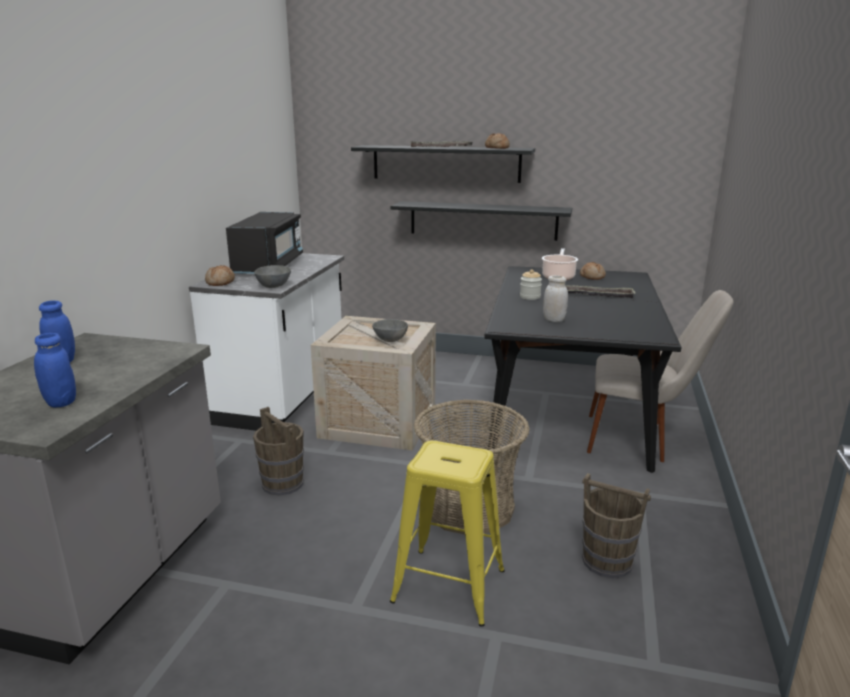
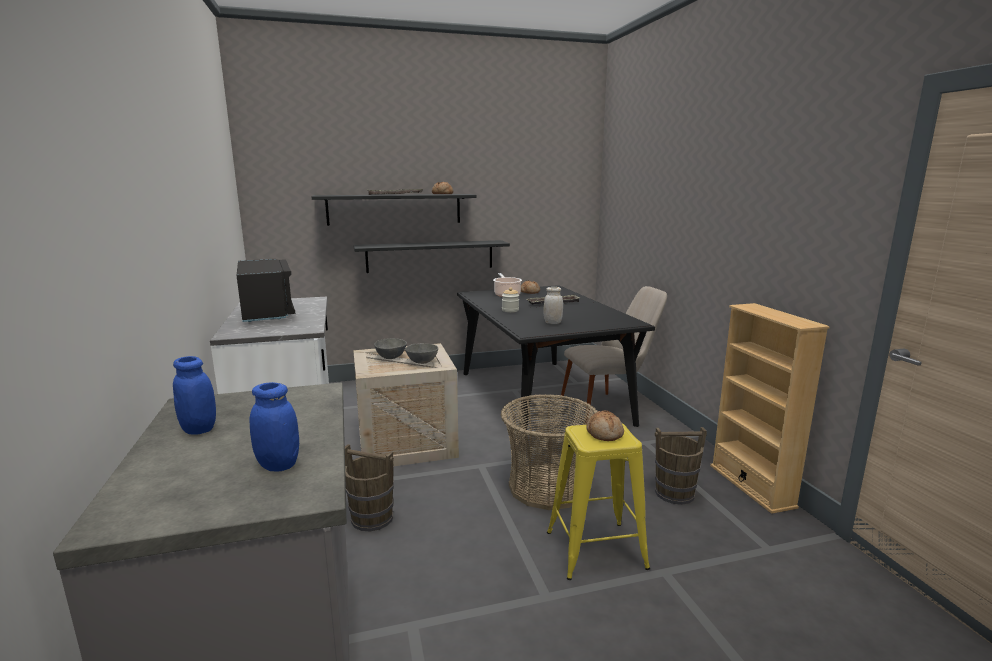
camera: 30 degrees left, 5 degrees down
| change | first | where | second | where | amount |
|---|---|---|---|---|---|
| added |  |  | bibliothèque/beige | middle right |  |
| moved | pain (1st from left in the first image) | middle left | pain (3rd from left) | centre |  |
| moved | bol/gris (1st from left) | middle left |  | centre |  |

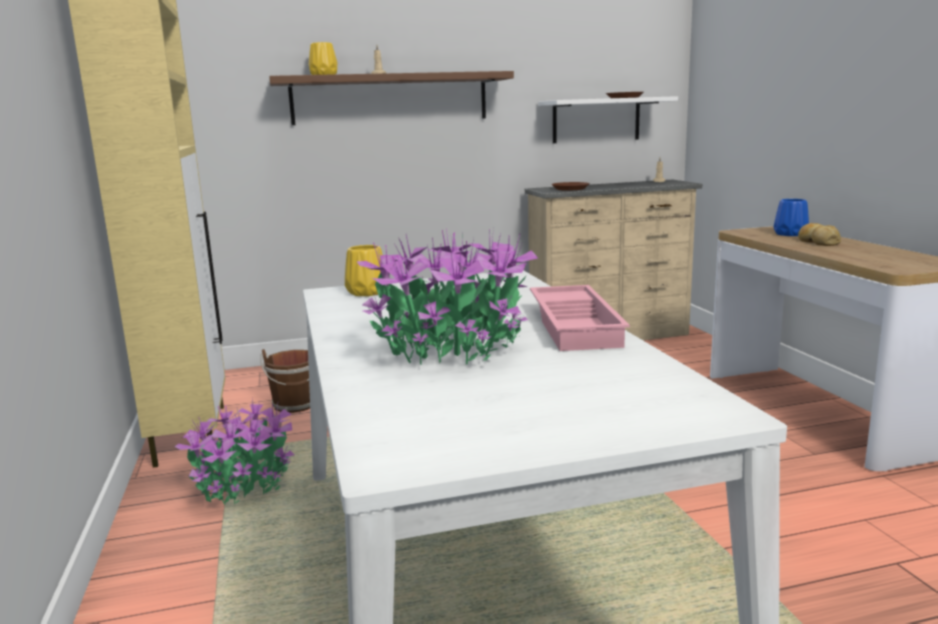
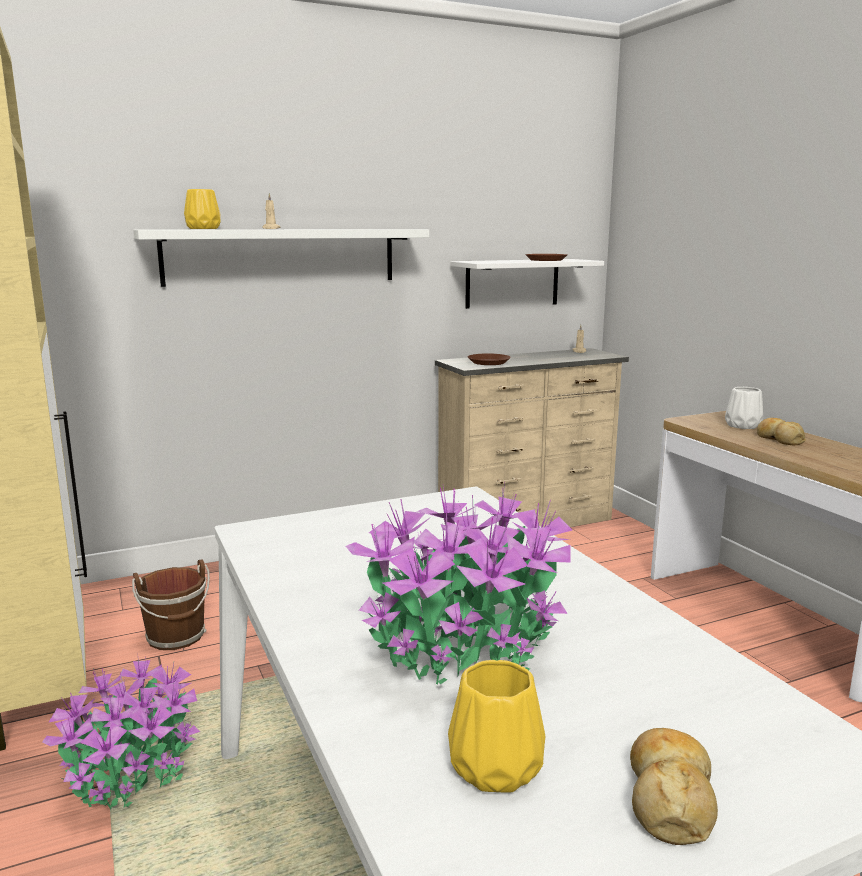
camera: 10 degrees left, 0 degrees up
| change | first | where | second | where | amount |
|---|---|---|---|---|---|
| removed | plateau/rose | centre |  |  |  |
| added |  |  | pain (1st from left) | bottom right |  |
| moved | vase/jaune (2nd from left) | centre |  | bottom centre |  |
| recoloured | étagère/marron | top centre | étagère/blanc (1st from left) | top left |  |
| recoloured | vase/bleu | middle right | vase/blanc | middle right |  |

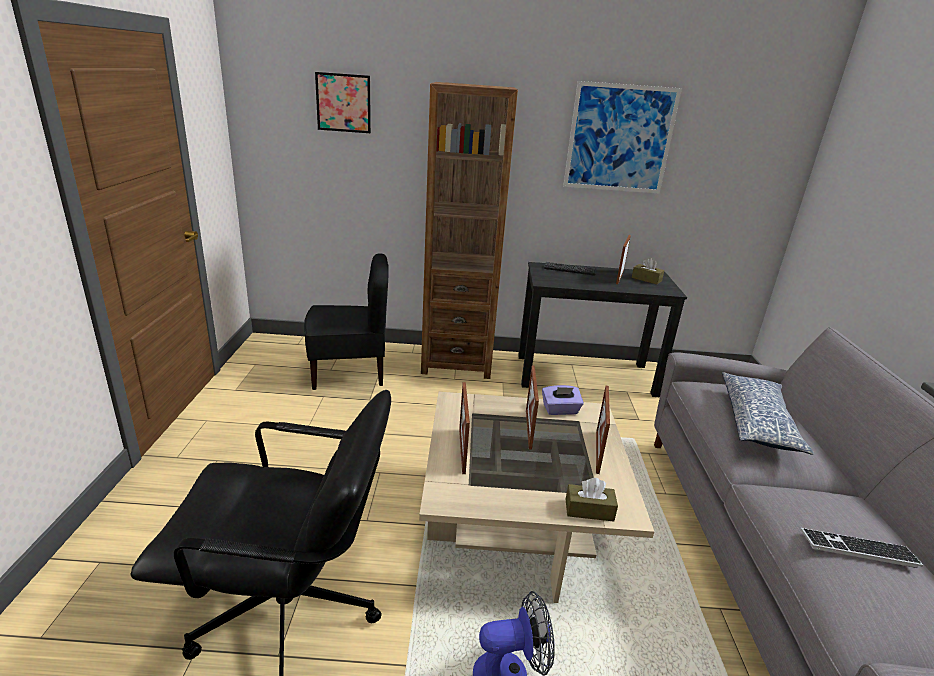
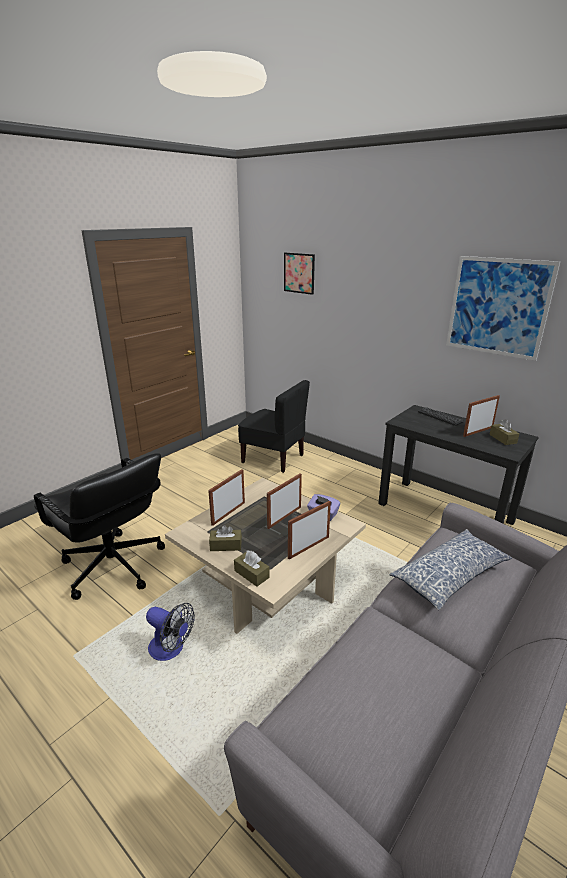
camera: 40 degrees right, 0 degrees up
| change | first | where | second | where | amount |
|---|---|---|---|---|---|
| removed | bibliothèque/marron | centre |  |  |  |
| removed | clavier (2nd from left) | bottom right |  |  |  |
| added |  |  | boîte à mouchoirs/marron (1st from left) | centre |  |

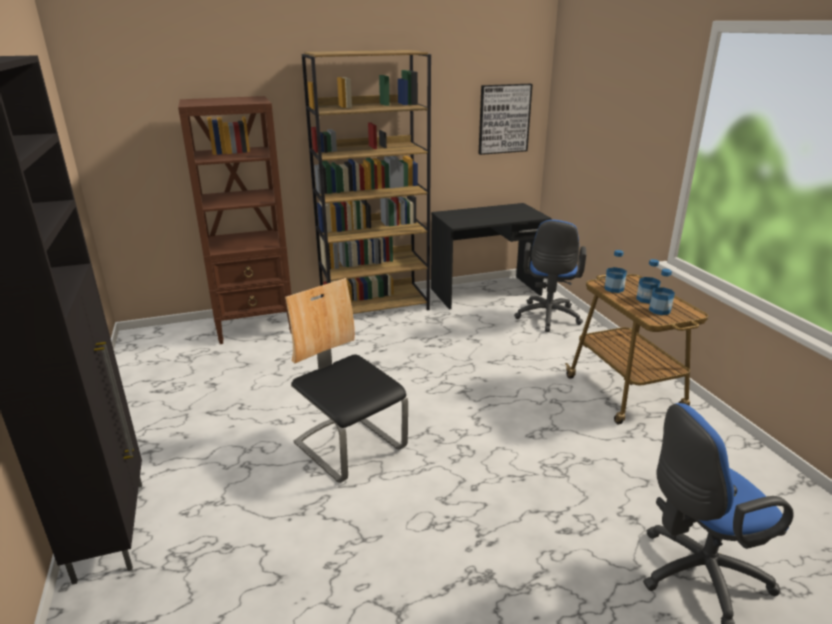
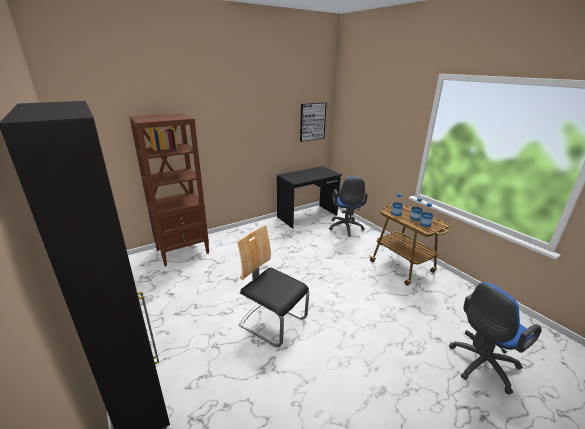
camera: 15 degrees left, 0 degrees up
| change | first | where | second | where | amount |
|---|---|---|---|---|---|
| removed | bibliothèque/marron (2nd from left) | top centre |  |  |  |

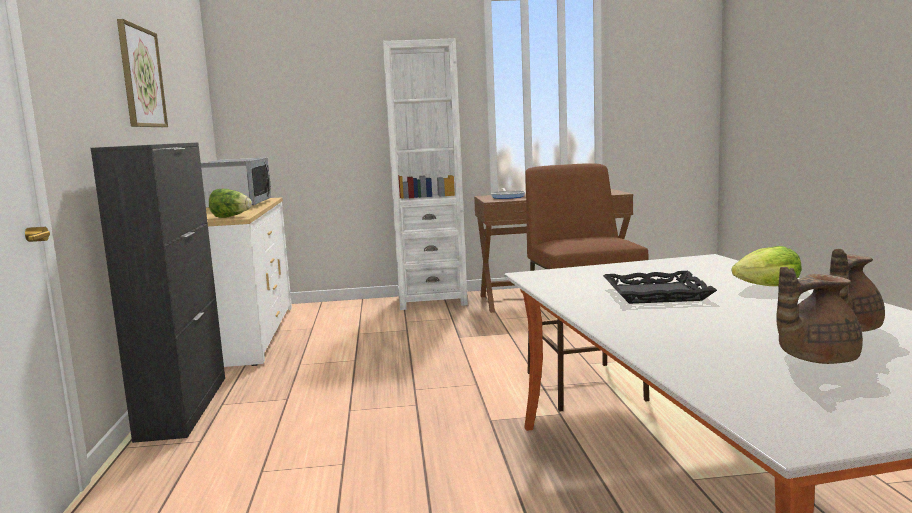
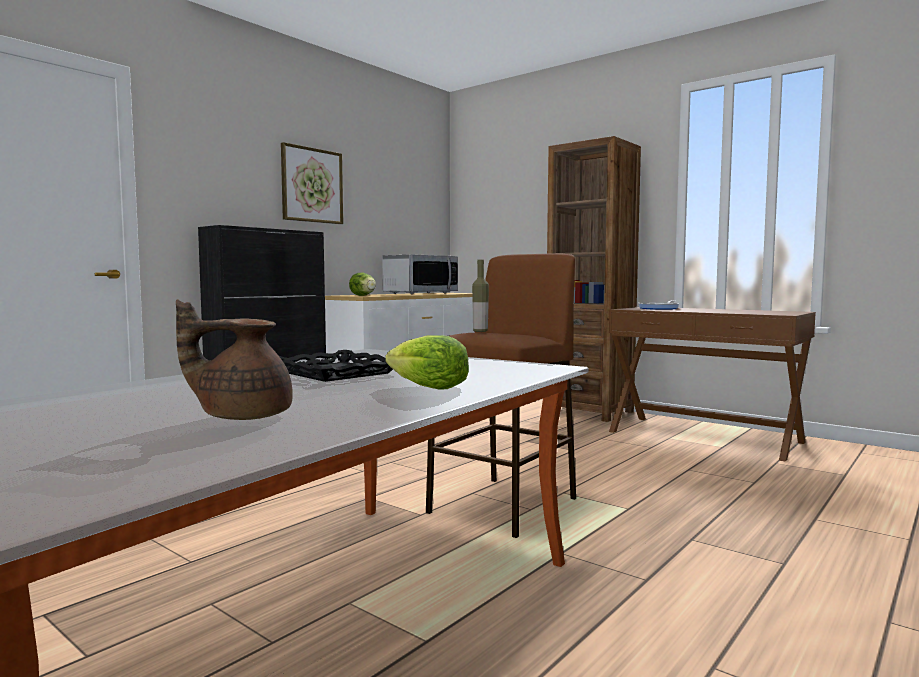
camera: 45 degrees right, 5 degrees down
| change | first | where | second | where | amount |
|---|---|---|---|---|---|
| removed | théière/marron (1st from left) | middle right |  |  |  |
| added |  |  | bouteille | centre |  |
| recoloured | bibliothèque/blanc | centre | bibliothèque/marron | centre |  |

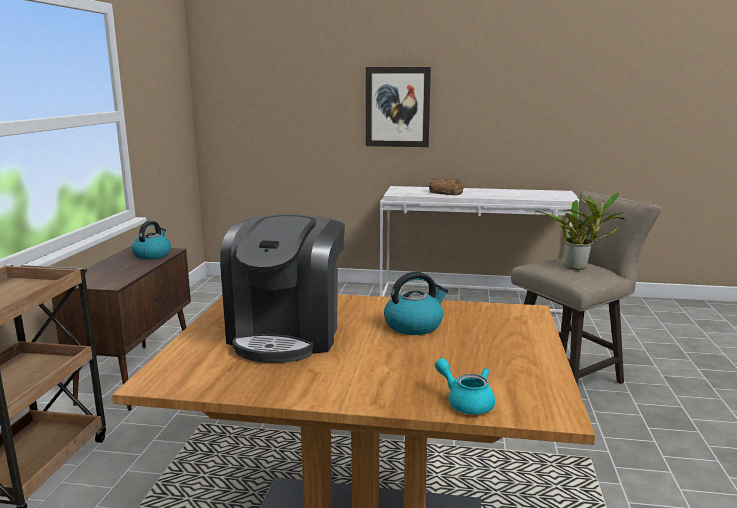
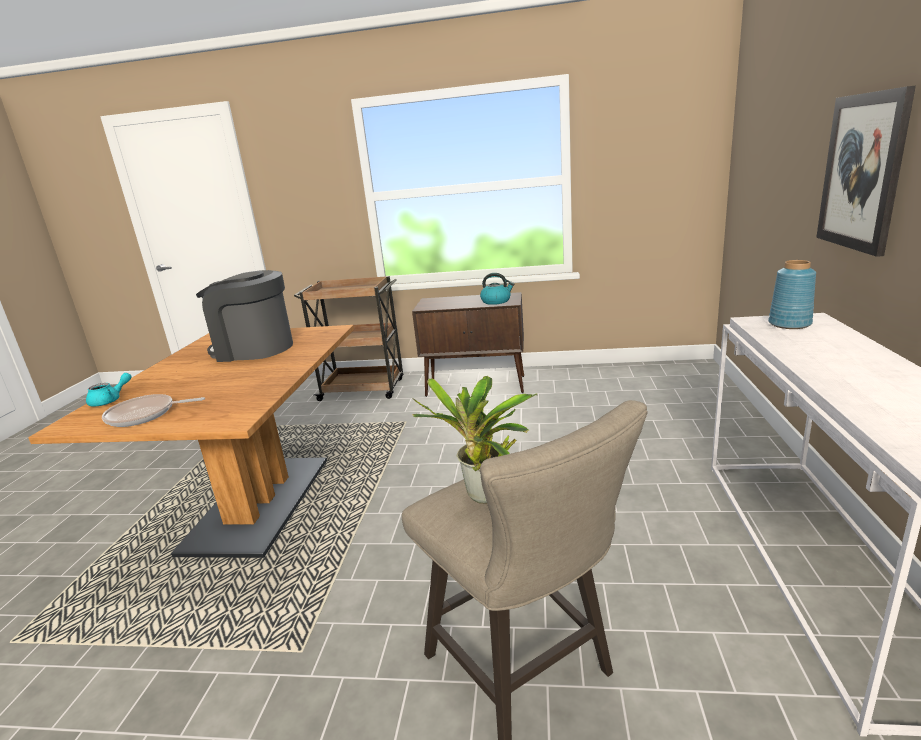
camera: 90 degrees right, 5 degrees up
| change | first | where | second | where | amount |
|---|---|---|---|---|---|
| removed | bouilloire (2nd from left) | centre |  |  |  |
| removed | pain | centre |  |  |  |
| added |  |  | poêle | middle left |  |
| added |  |  | vase/bleu | middle right |  |

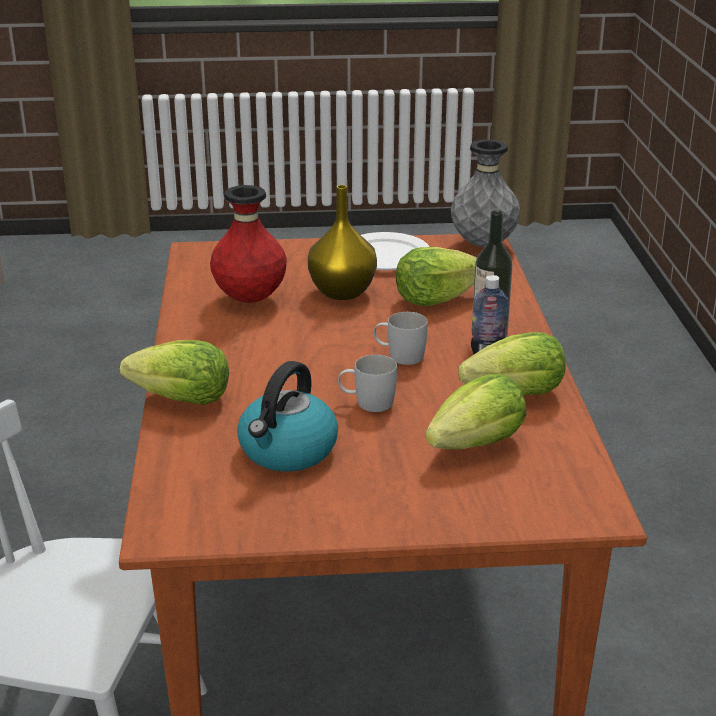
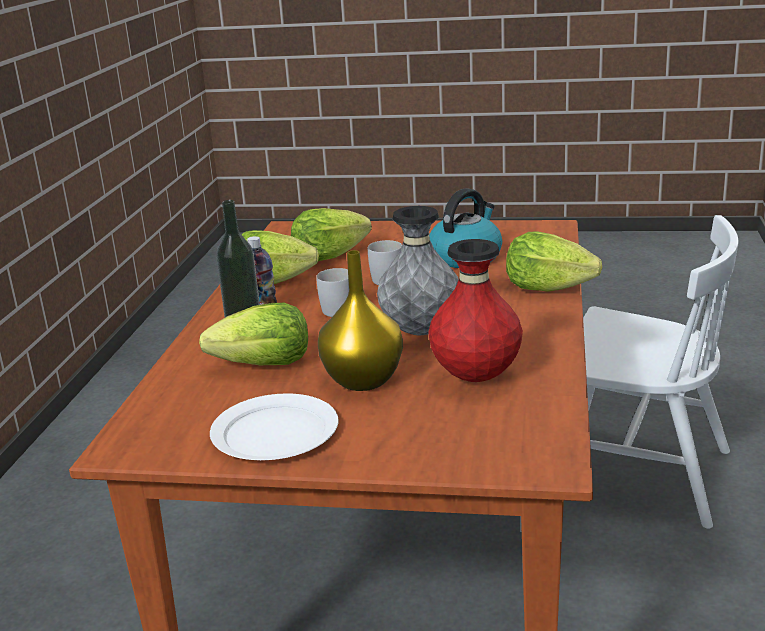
camera: 165 degrees left, 5 degrees down
| change | first | where | second | where | amount |
|---|---|---|---|---|---|
| moved | vase/gris | top right |  | centre |  |

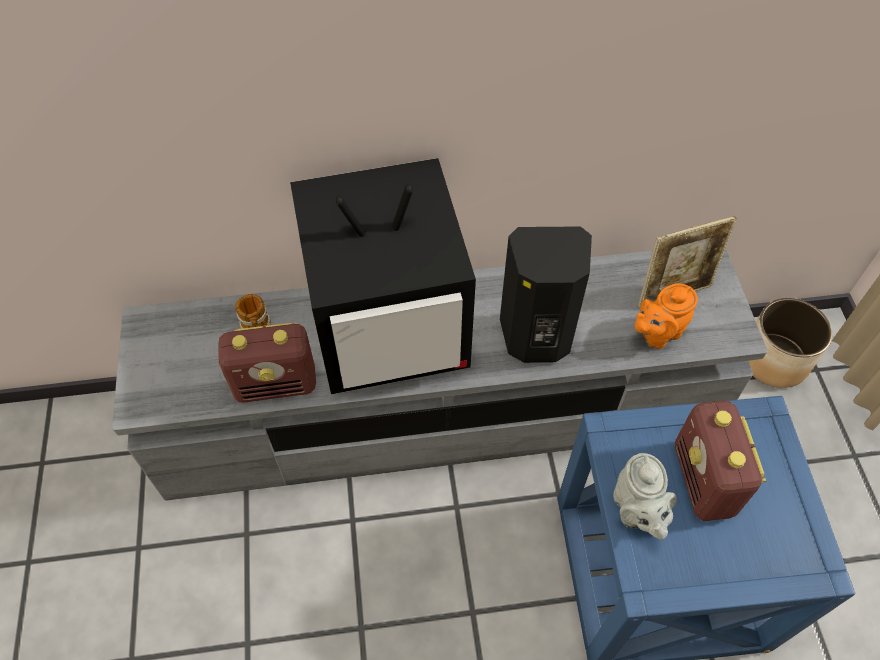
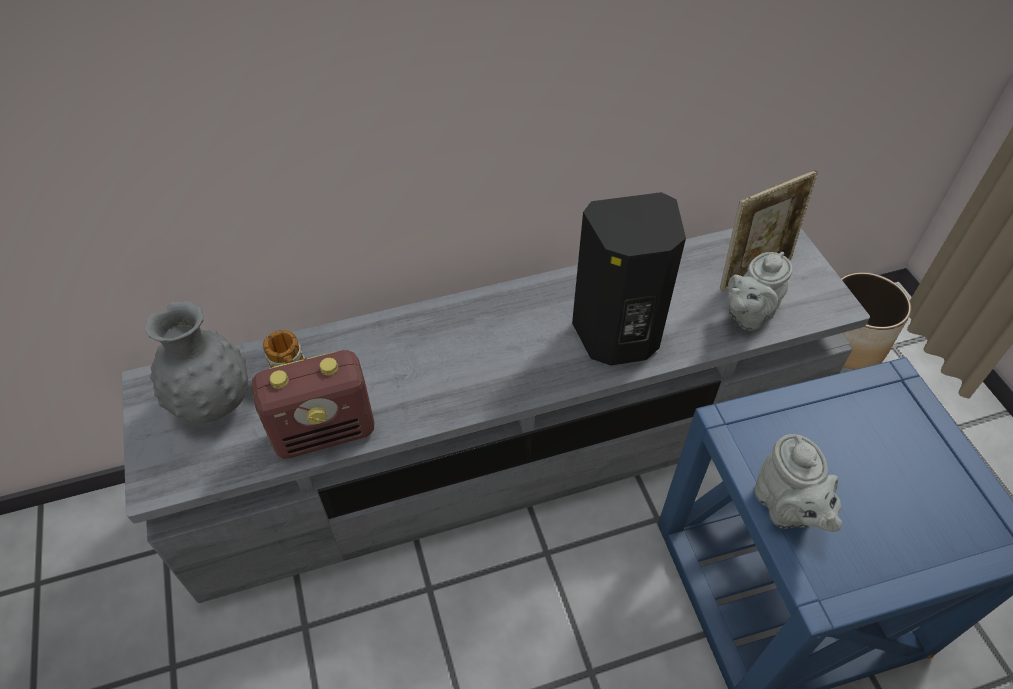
camera: 10 degrees left, 5 degrees down
| change | first | where | second | where | amount |
|---|---|---|---|---|---|
| removed | téléviseur | centre |  |  |  |
| removed | radio (2nd from left) | bottom right |  |  |  |
| added |  |  | vase/gris | middle left |  |
| recoloured | théière/orange | middle right | théière/gris (1st from left) | middle right |  |

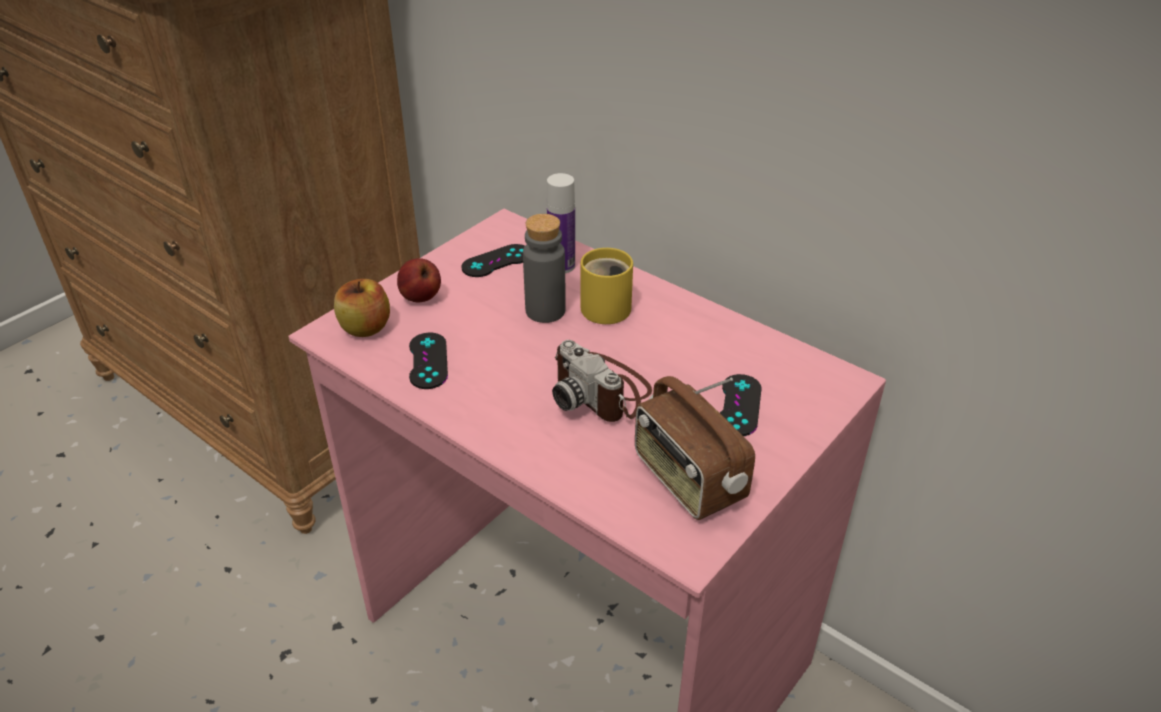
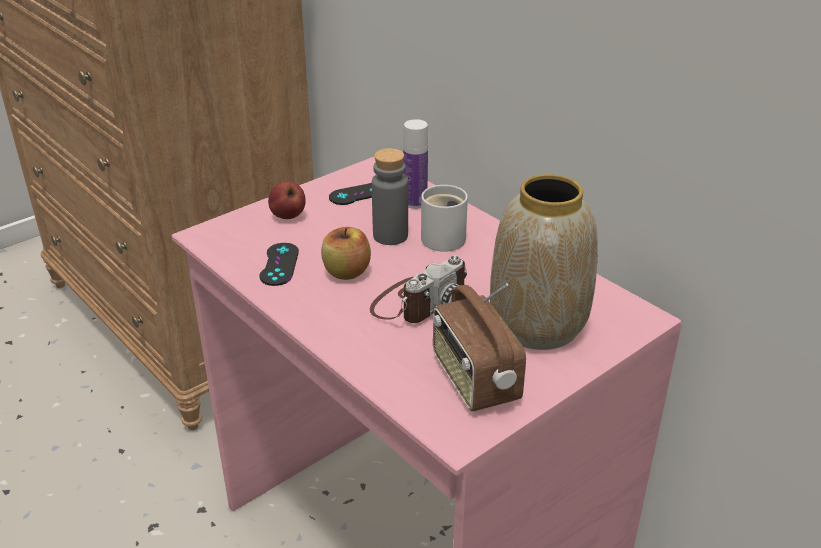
camera: 10 degrees right, 5 degrees down
| change | first | where | second | where | amount |
|---|---|---|---|---|---|
| moved | pomme (1st from left in the first image) | middle left | pomme (2nd from left) | centre |  |
| replaced | manette/noir (3rd from left) | centre | vase | centre |  |
| recoloured | mug/jaune | centre | mug/blanc | centre |  |
| turned | appareil photo | centre |  | centre | 105 degrees counterclockwise |

